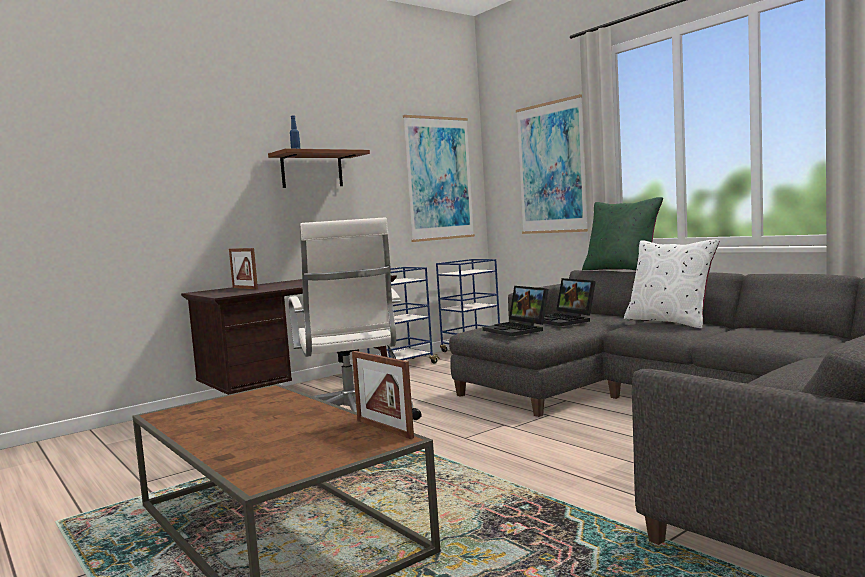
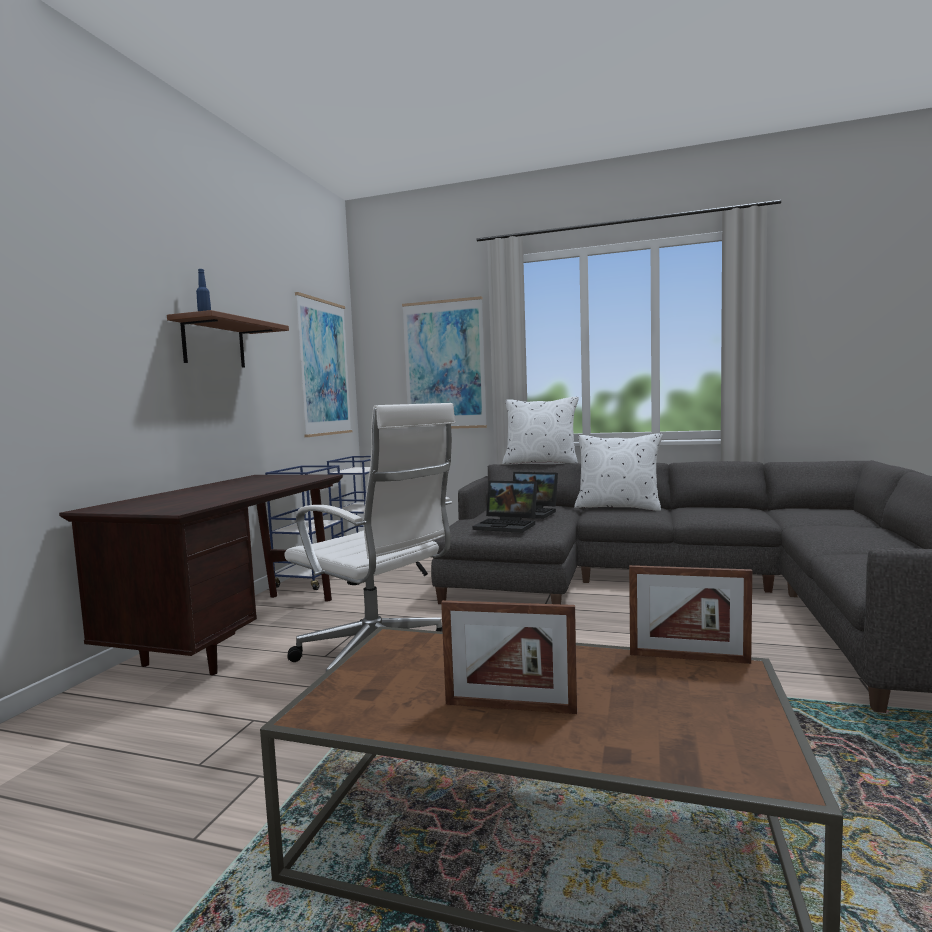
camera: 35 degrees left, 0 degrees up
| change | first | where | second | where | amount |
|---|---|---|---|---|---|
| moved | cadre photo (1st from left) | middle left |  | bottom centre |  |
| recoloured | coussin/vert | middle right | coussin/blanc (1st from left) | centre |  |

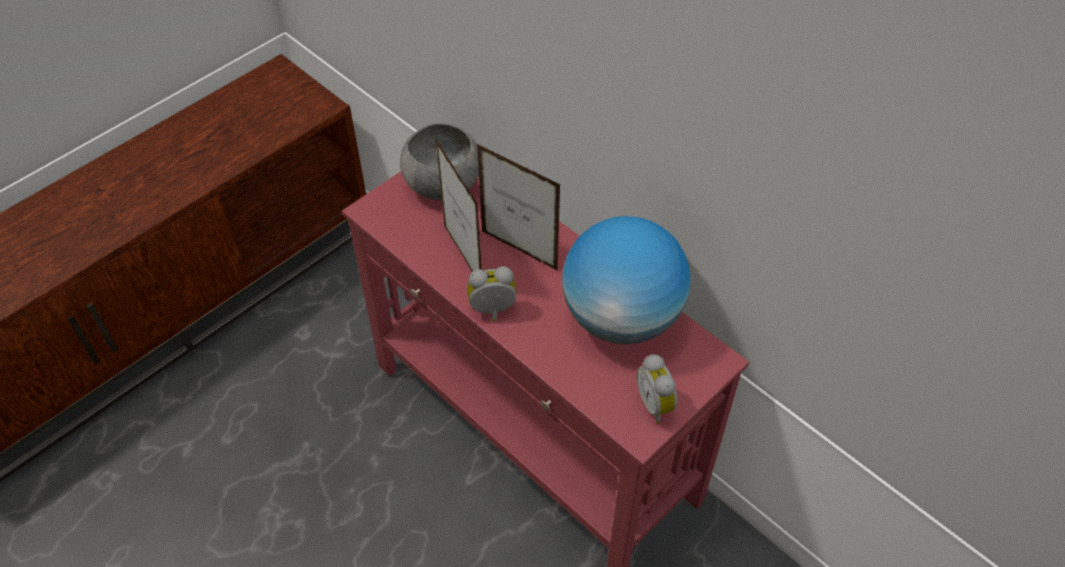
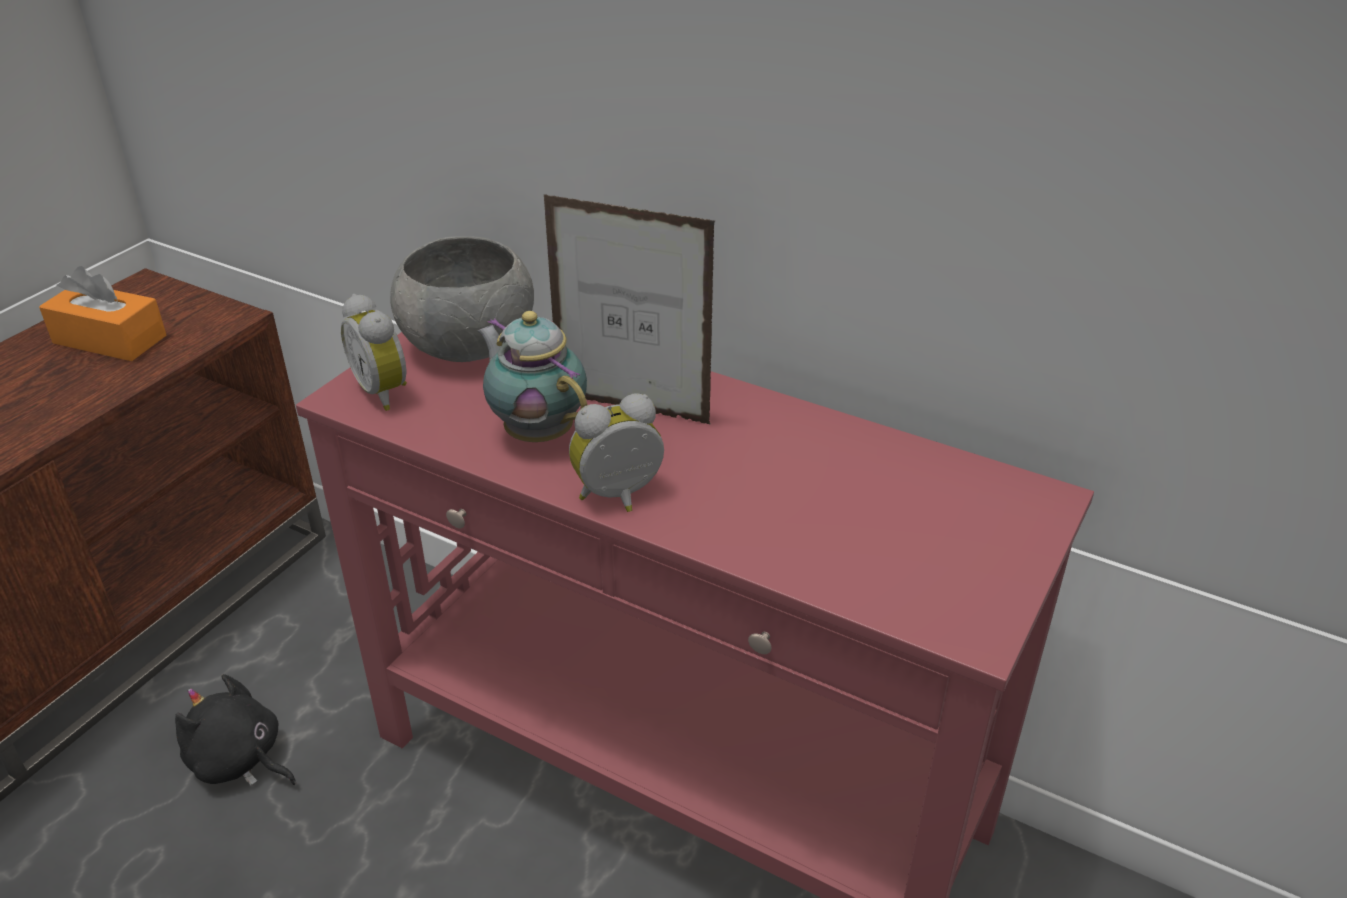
camera: 15 degrees left, 15 degrees down
| change | first | where | second | where | amount |
|---|---|---|---|---|---|
| removed | globe | centre |  |  |  |
| added |  |  | boîte à mouchoirs/orange | middle left |  |
| added |  |  | peluche/noir | bottom left |  |
| moved | réveil (2nd from left in the first image) | bottom centre | réveil (1st from left) | middle left |  |
| replaced | cadre photo (1st from left) | centre | théière | centre |  |

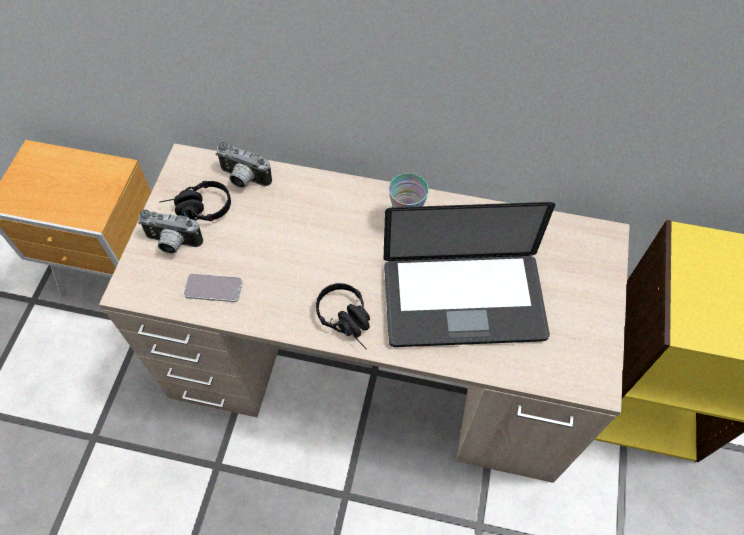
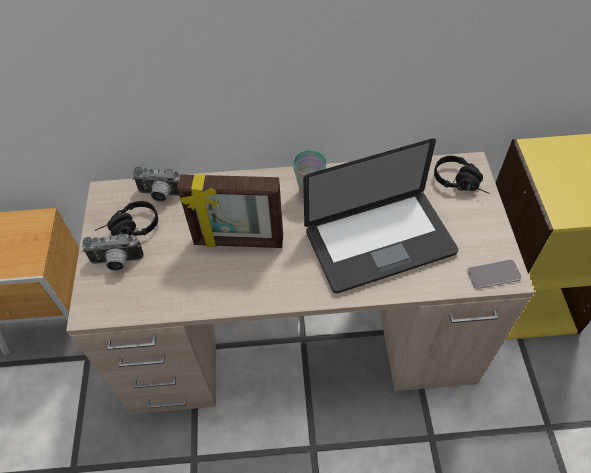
camera: 15 degrees left, 5 degrees down
| change | first | where | second | where | amount |
|---|---|---|---|---|---|
| added |  |  | cadre photo | centre |  |
| moved | téléphone | middle left |  | middle right |  |
| moved | casque audio/noir (2nd from left) | centre |  | middle right |  |

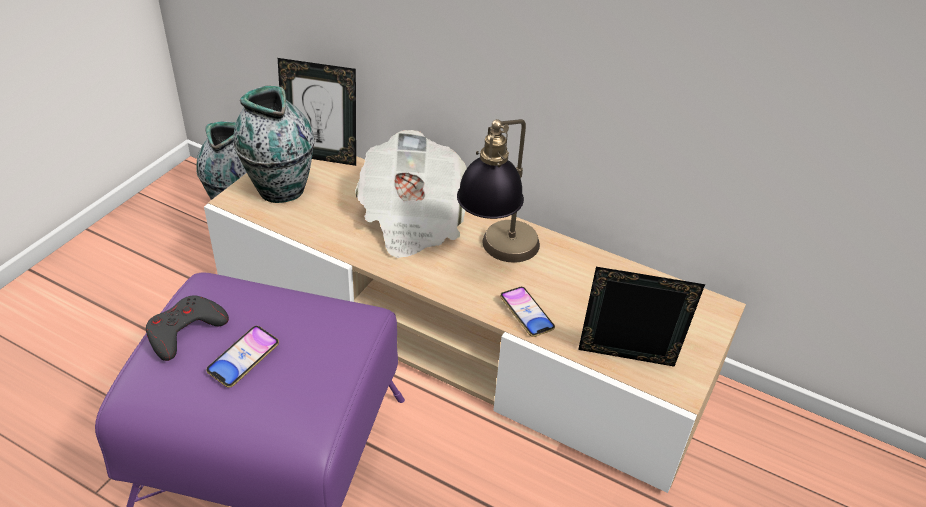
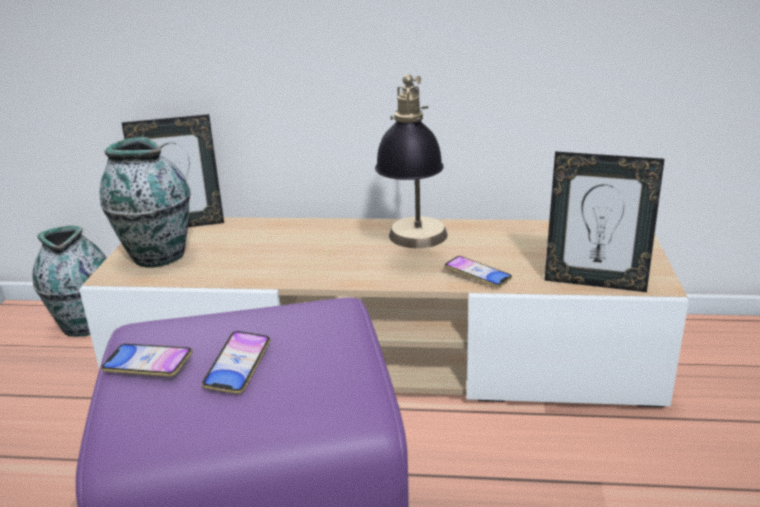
camera: 20 degrees left, 15 degrees down
| change | first | where | second | where | amount |
|---|---|---|---|---|---|
| removed | journal | centre |  |  |  |
| replaced | manette/gris | middle left | téléphone (1st from left) | bottom left |  |
| turned | cadre photo (2nd from left) | middle right |  | middle right | 150 degrees counterclockwise |

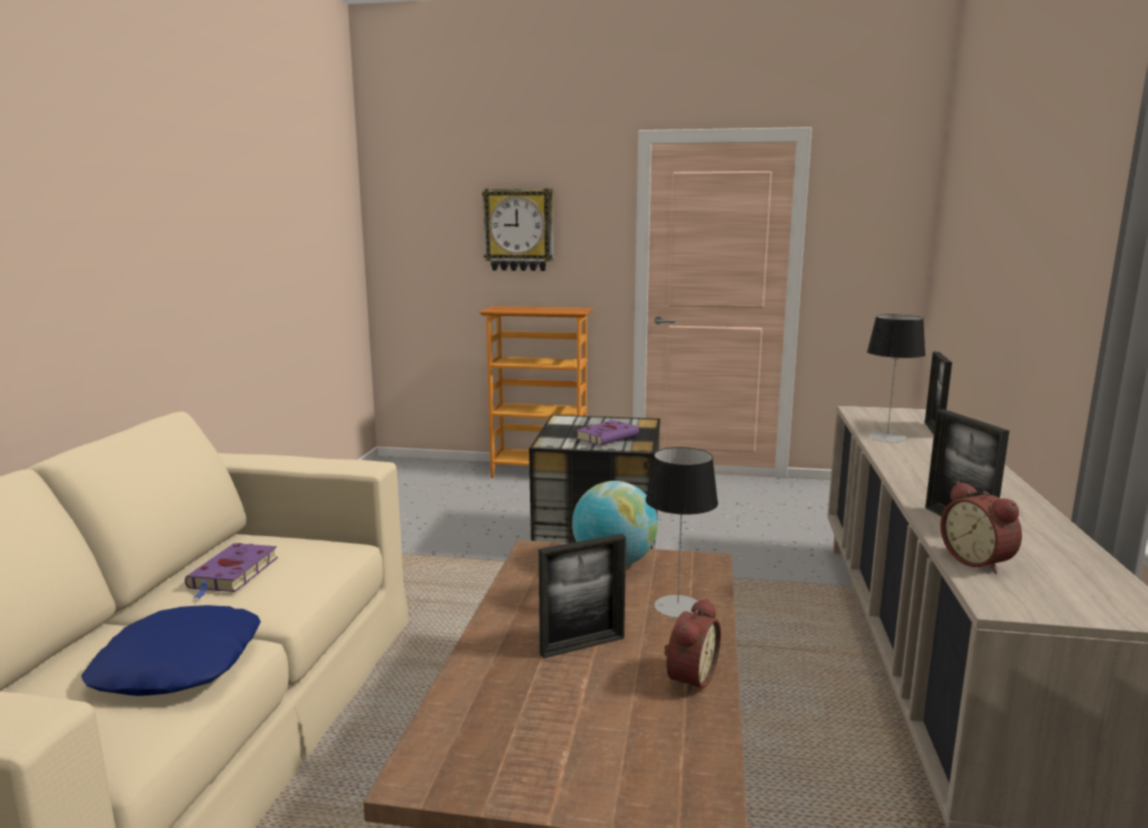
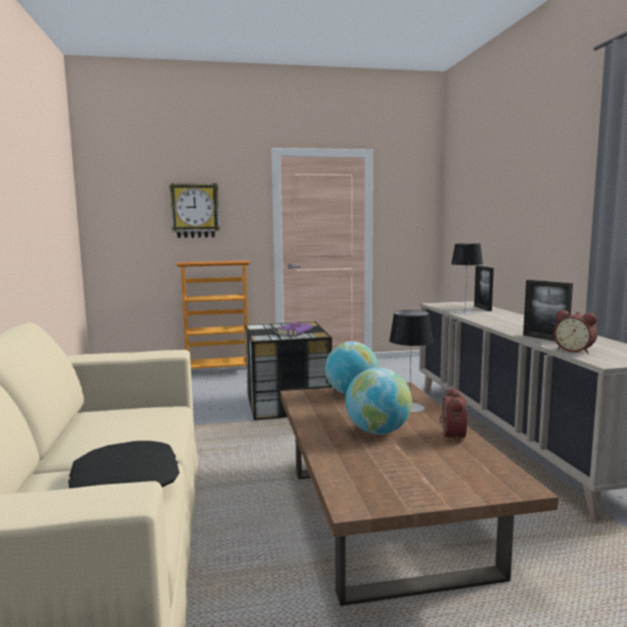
camera: 20 degrees left, 5 degrees down
| change | first | where | second | where | amount |
|---|---|---|---|---|---|
| removed | livre/violet (1st from left) | bottom left |  |  |  |
| replaced | cadre photo (1st from left) | bottom centre | globe (2nd from left) | centre |  |
| recoloured | coussin/bleu | bottom left | coussin/noir | bottom left |  |

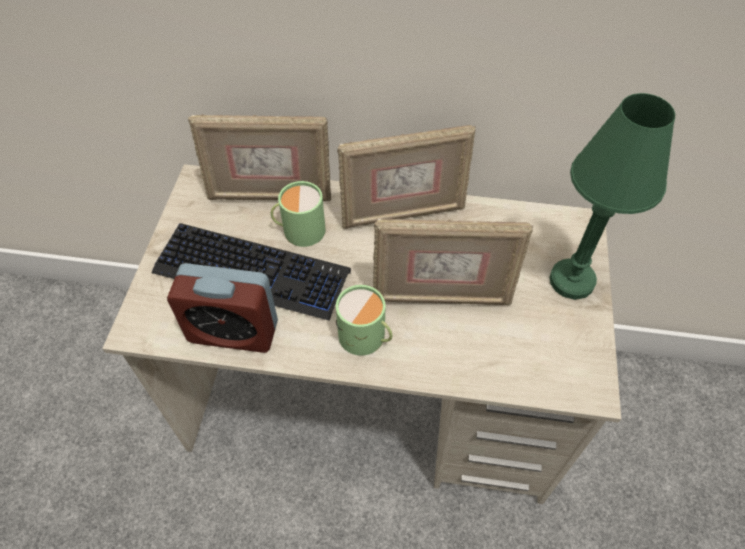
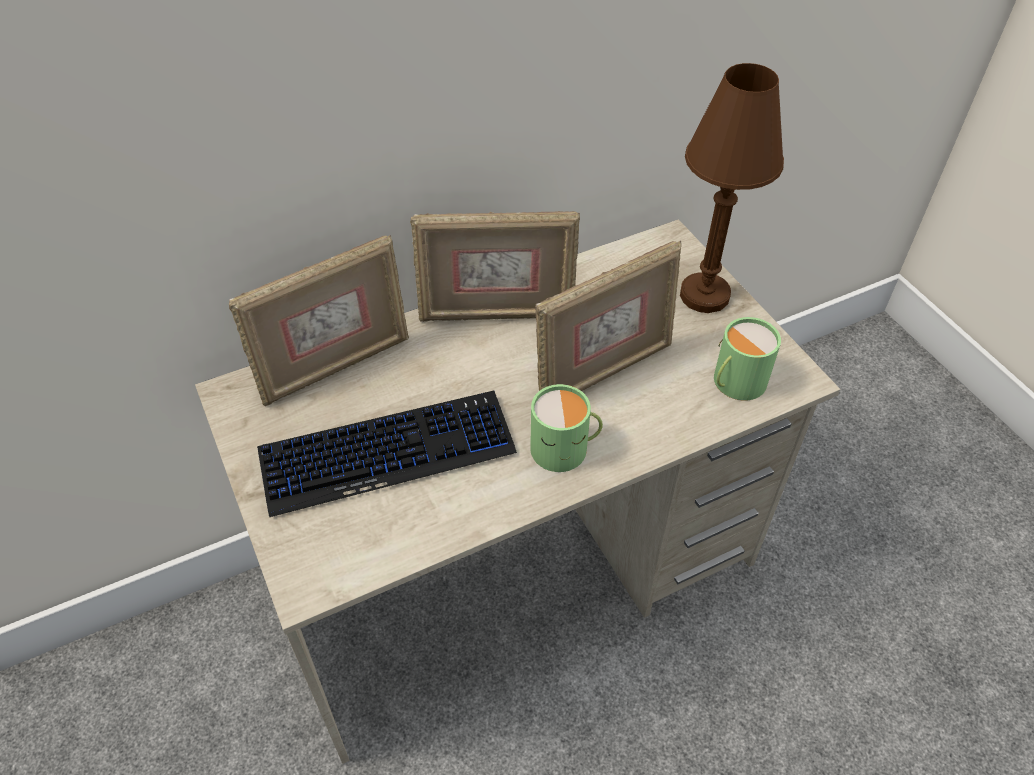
camera: 35 degrees left, 5 degrees down
| change | first | where | second | where | amount |
|---|---|---|---|---|---|
| removed | réveil | middle left |  |  |  |
| moved | mug/vert (1st from left in the first image) | centre | mug/vert (2nd from left) | middle right |  |
| recoloured | lampe de table/vert | middle right | lampe de table/marron | top right |  |
| turned | cadre photo (2nd from left) | top centre |  | centre | 45 degrees clockwise |

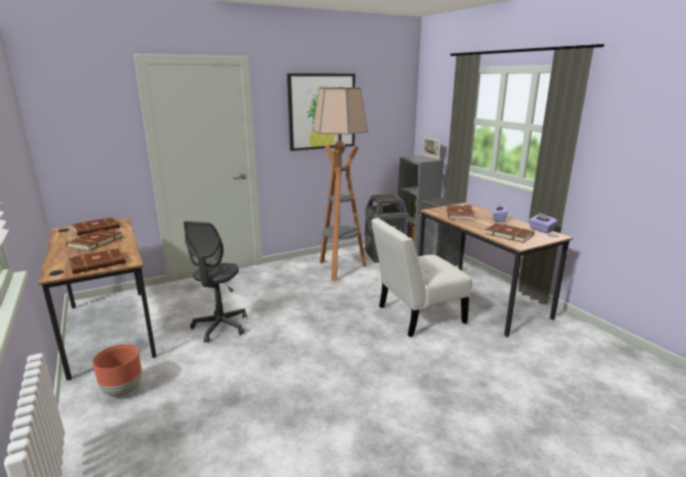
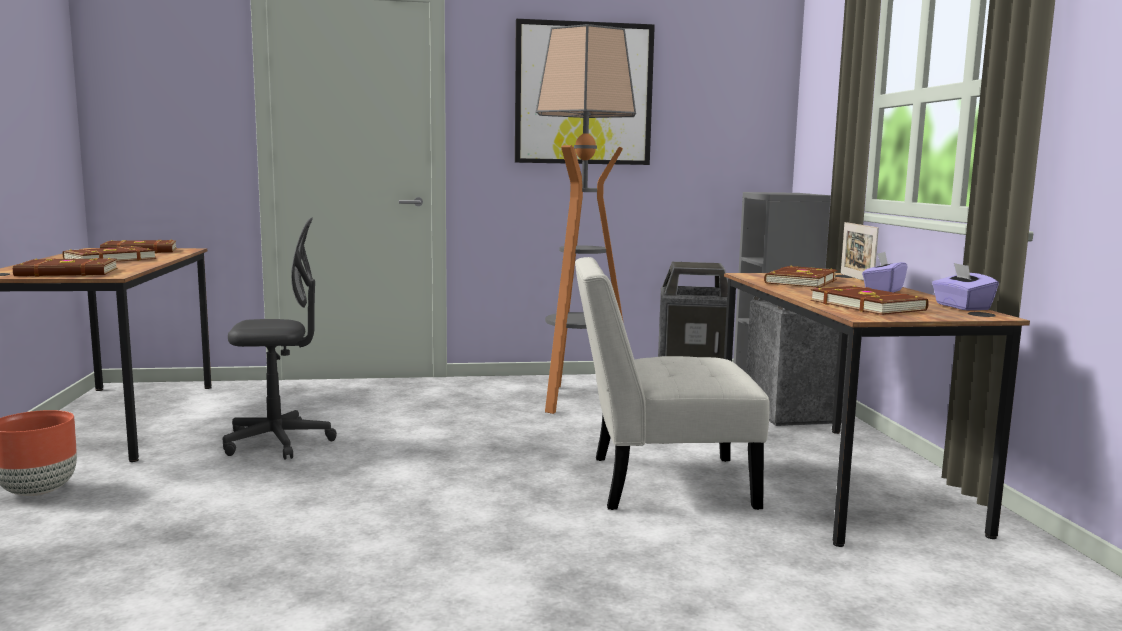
camera: 20 degrees right, 10 degrees down
| change | first | where | second | where | amount |
|---|---|---|---|---|---|
| moved | cadre photo | top centre |  | middle right |  |
| turned | chaise de bureau/gris | middle left |  | middle left | 135 degrees counterclockwise |

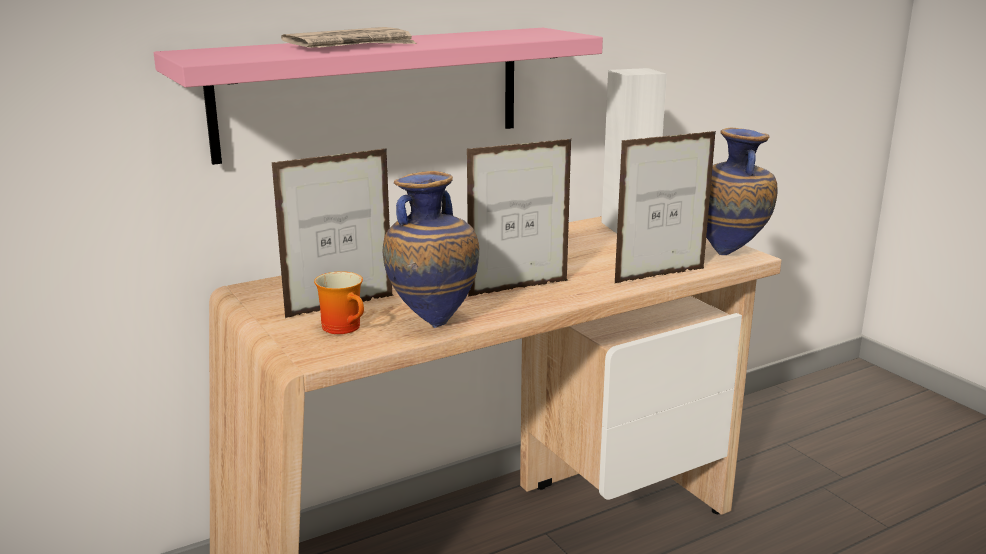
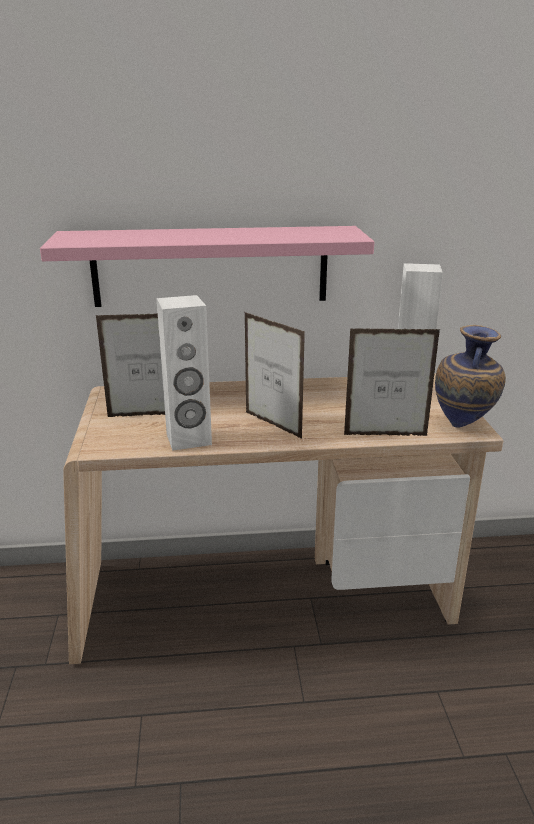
camera: 25 degrees right, 5 degrees up
| change | first | where | second | where | amount |
|---|---|---|---|---|---|
| removed | journal | top centre |  |  |  |
| removed | mug | centre |  |  |  |
| replaced | vase (1st from left) | centre | enceinte/blanc (1st from left) | centre |  |
| turned | cadre photo (2nd from left) | centre |  | centre | 135 degrees counterclockwise |

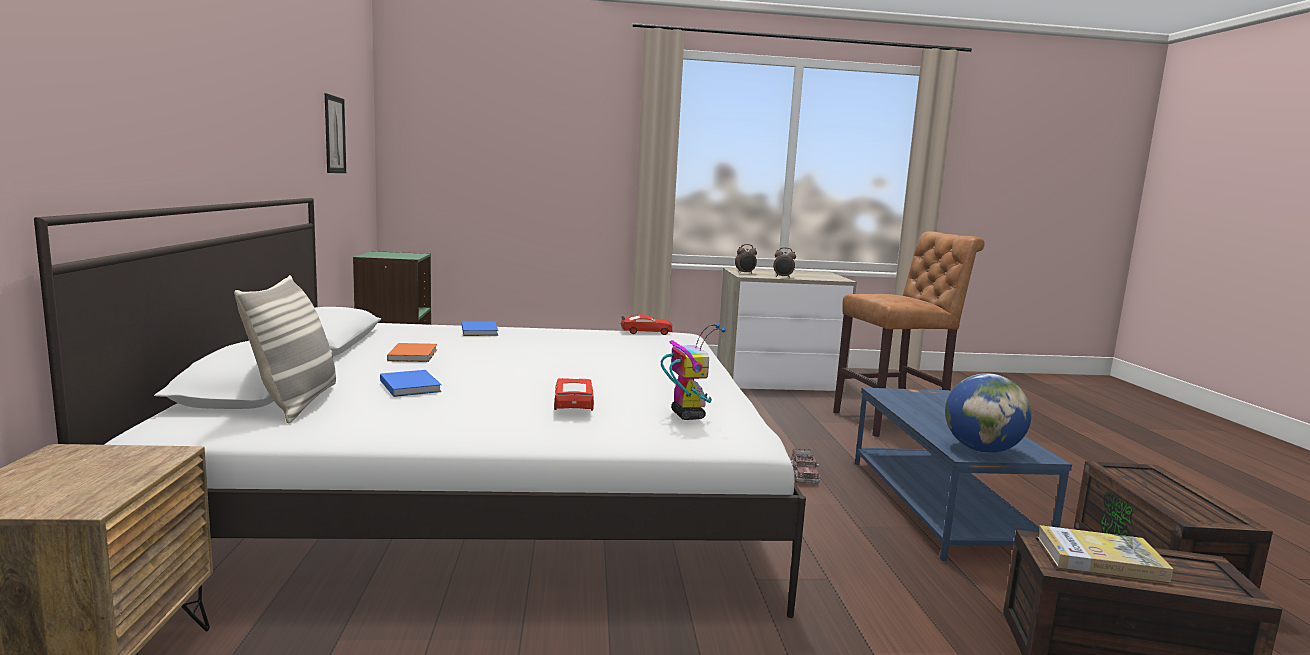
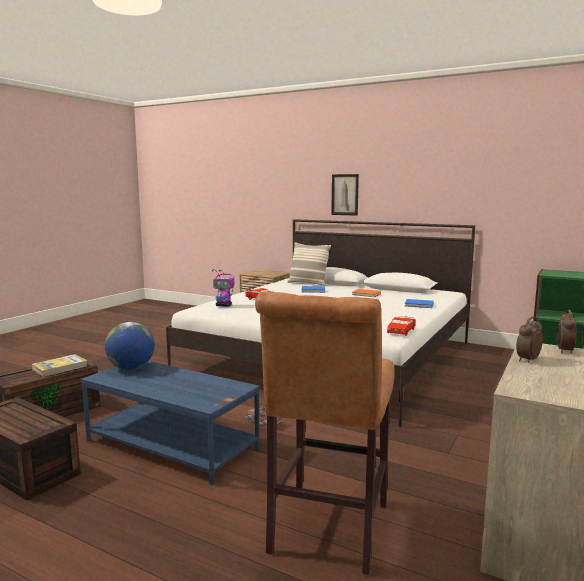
camera: 125 degrees right, 0 degrees up
| change | first | where | second | where | amount |
|---|---|---|---|---|---|
| moved | tableau | top left |  | centre |  |

